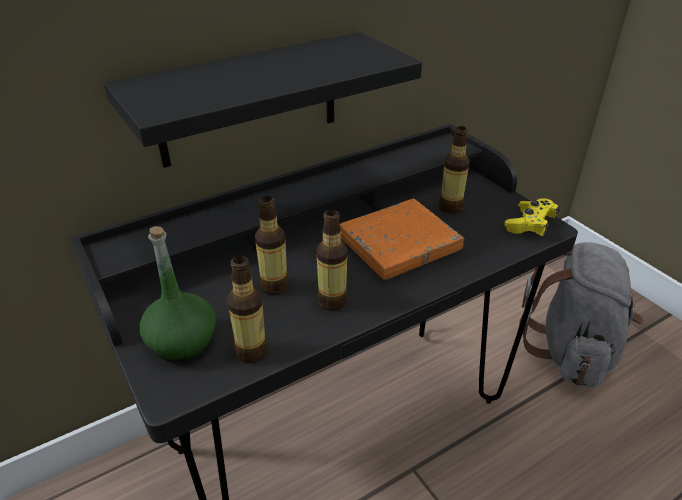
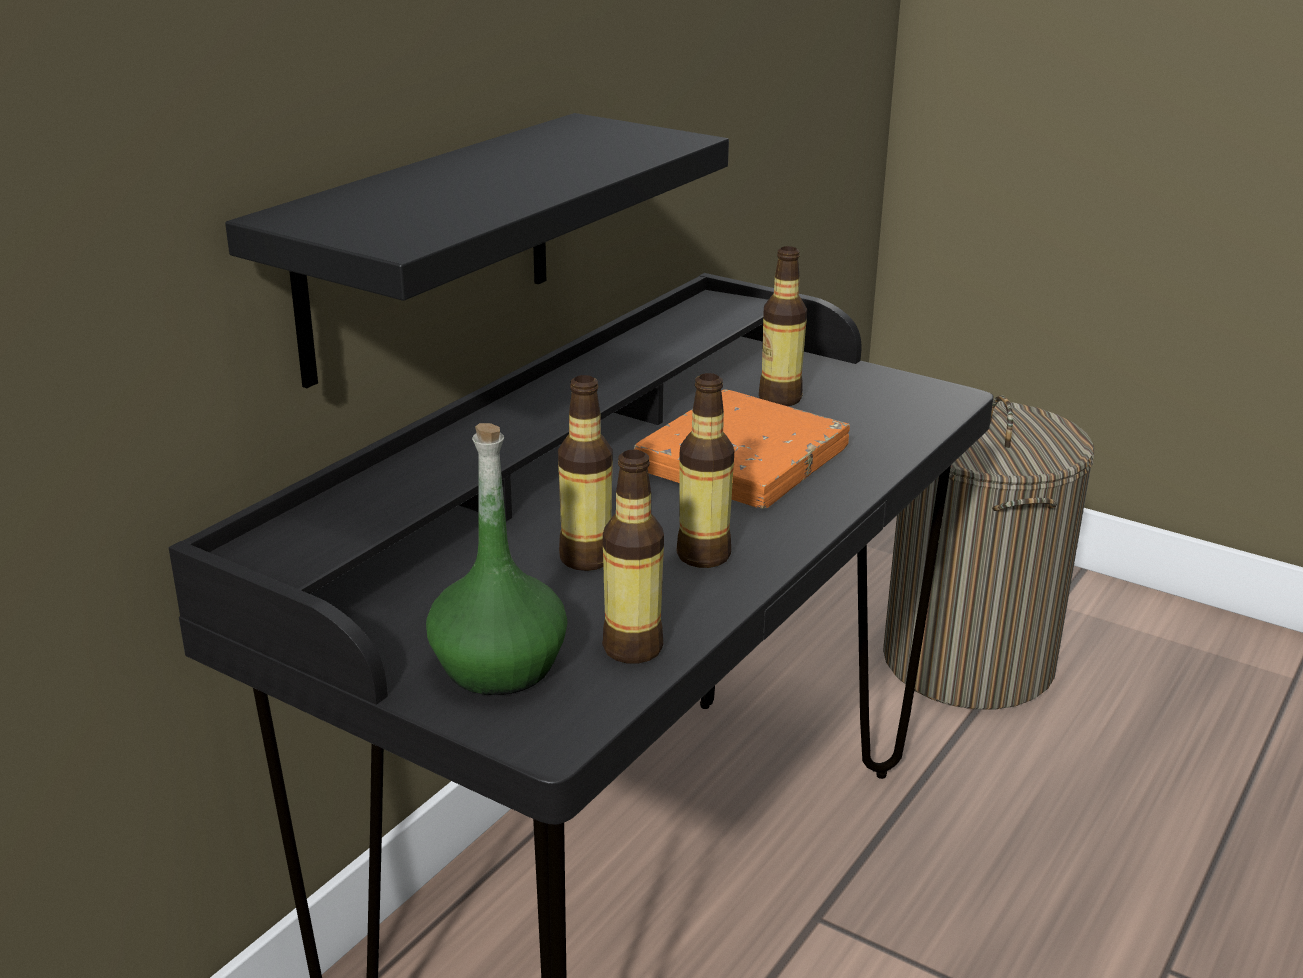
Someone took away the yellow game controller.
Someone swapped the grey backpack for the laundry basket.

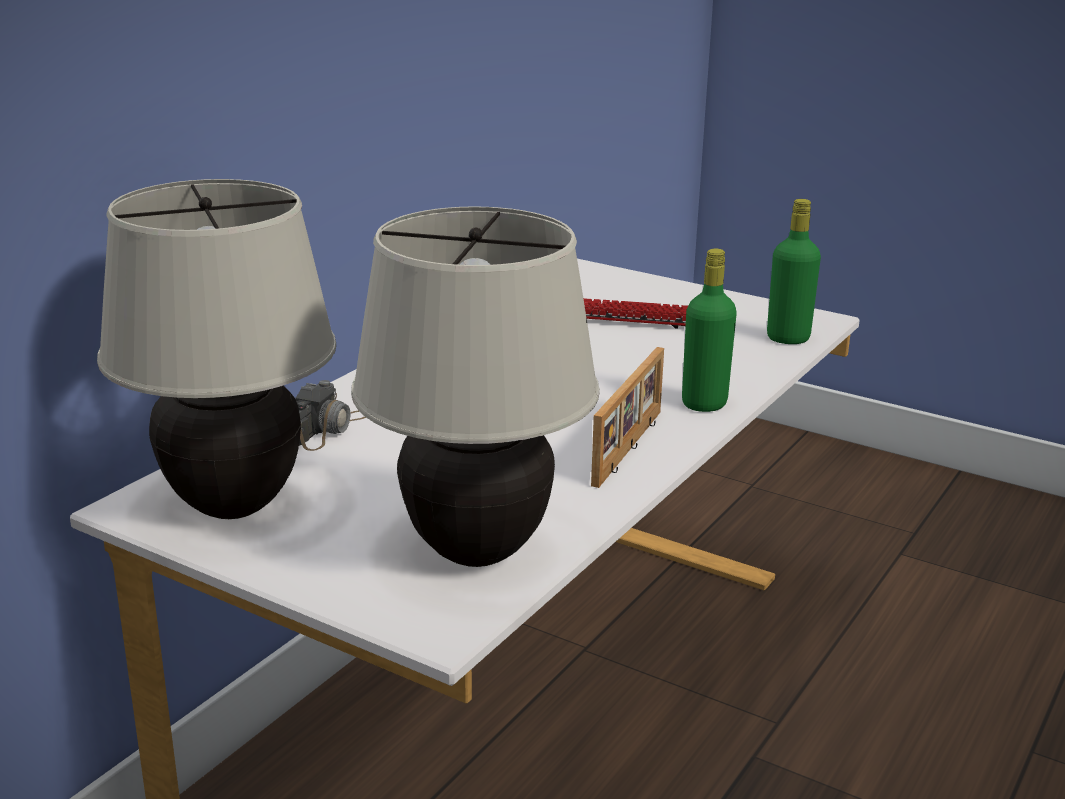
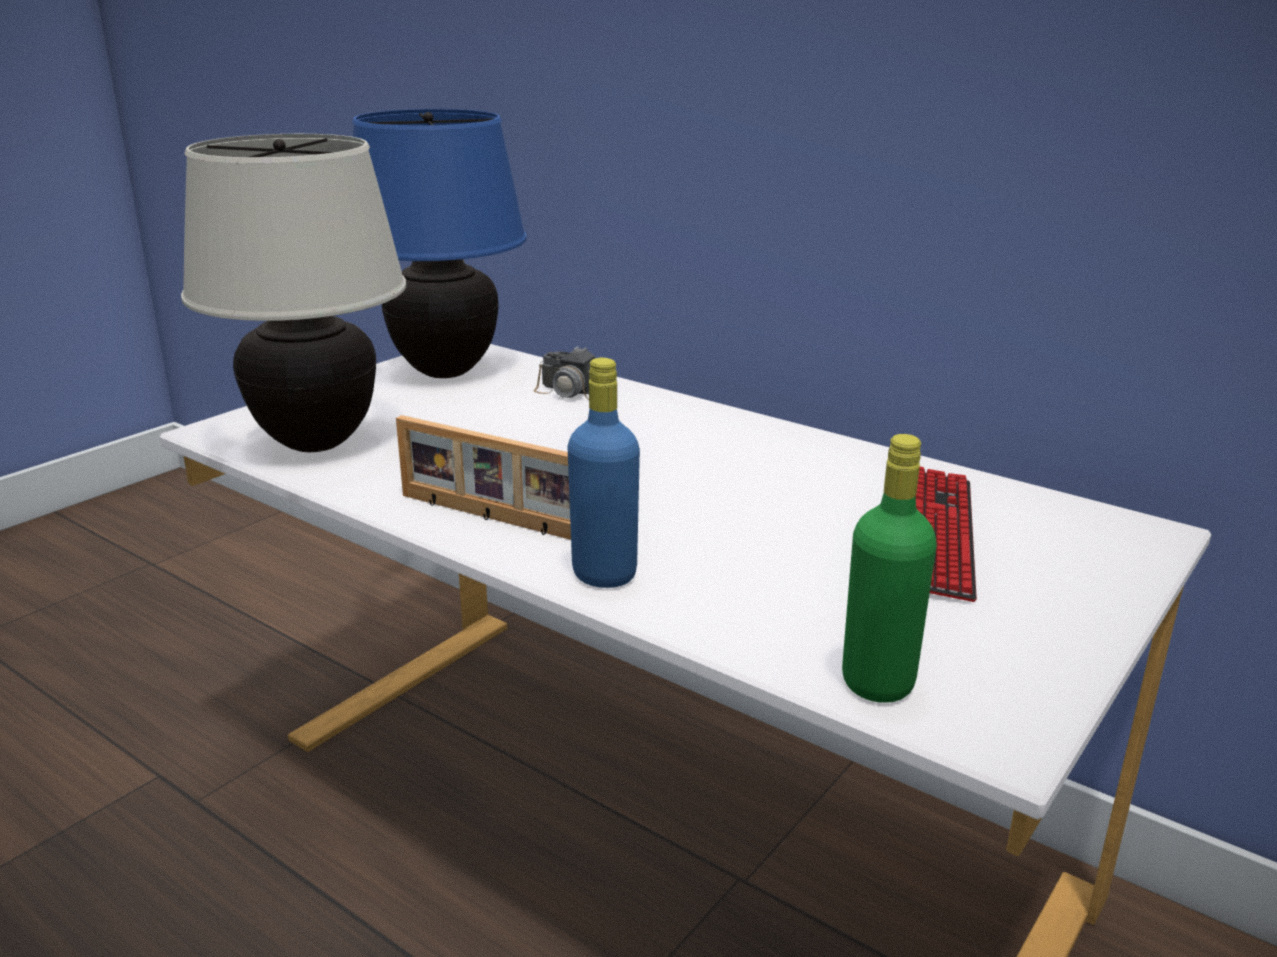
Someone repainted the beige table lamp (1st from left), which became the blue table lamp.
Someone repainted the green bottle (1st from left), which became the blue bottle.

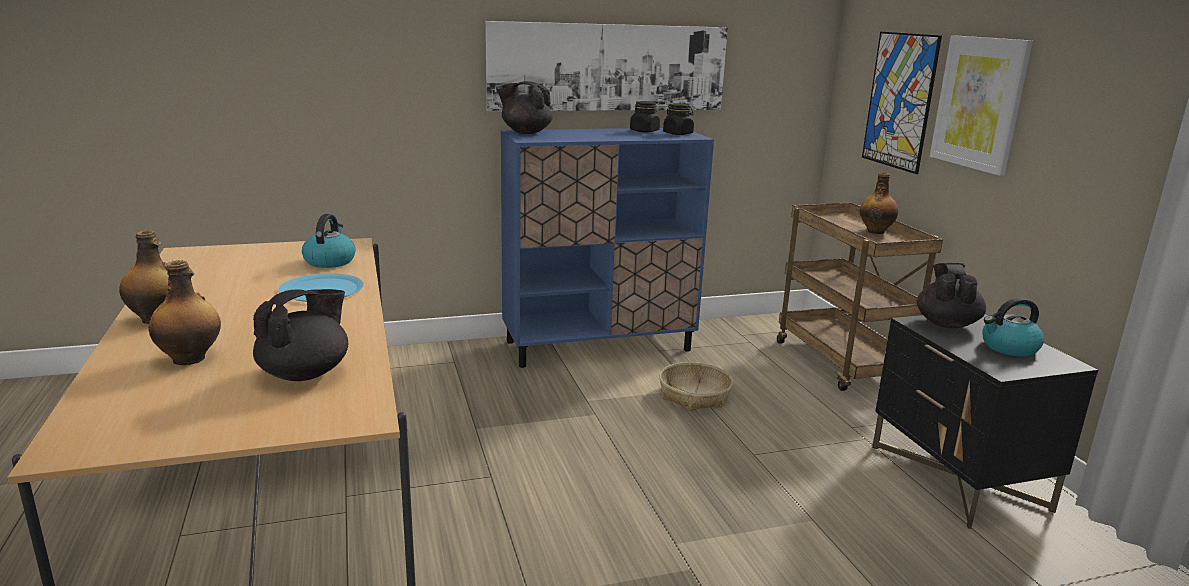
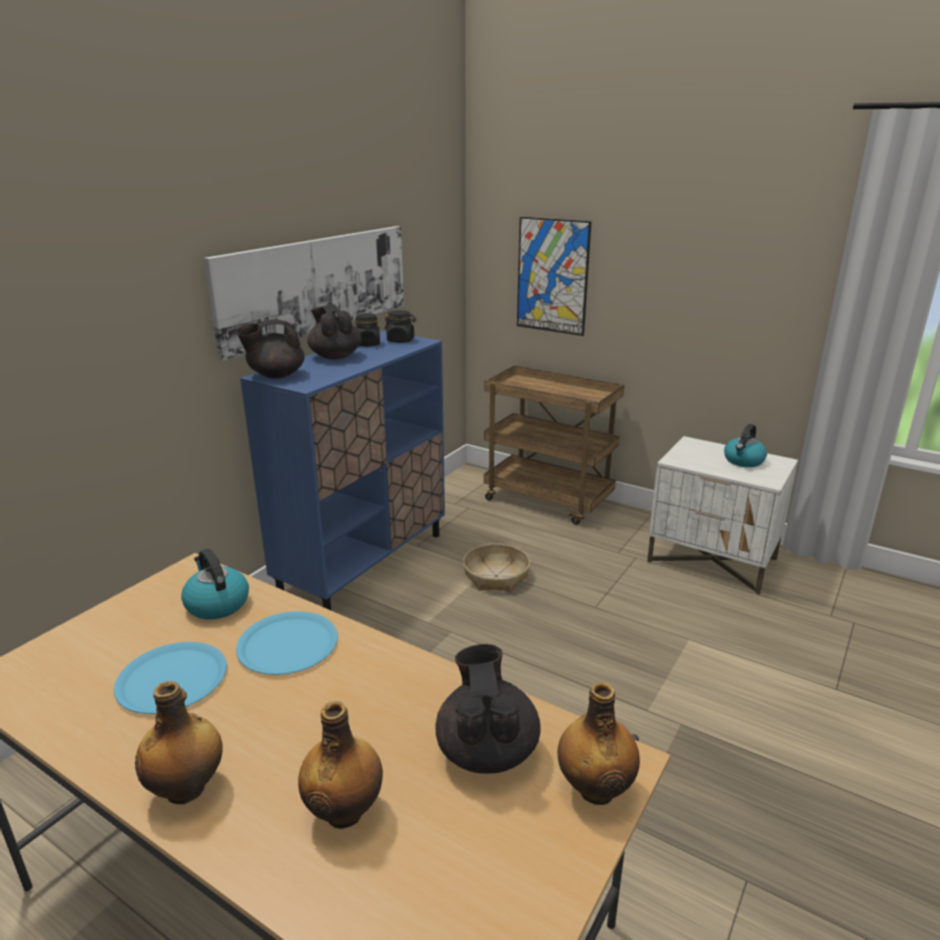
Someone took away the picture (3rd from left).
Someone carried the bottle (3rd from left).
Someone carried the black teapot (3rd from left in the first image).
Someone repainted the black nightstand, which became the white nightstand.
Someone put down the blue plate (1st from left).

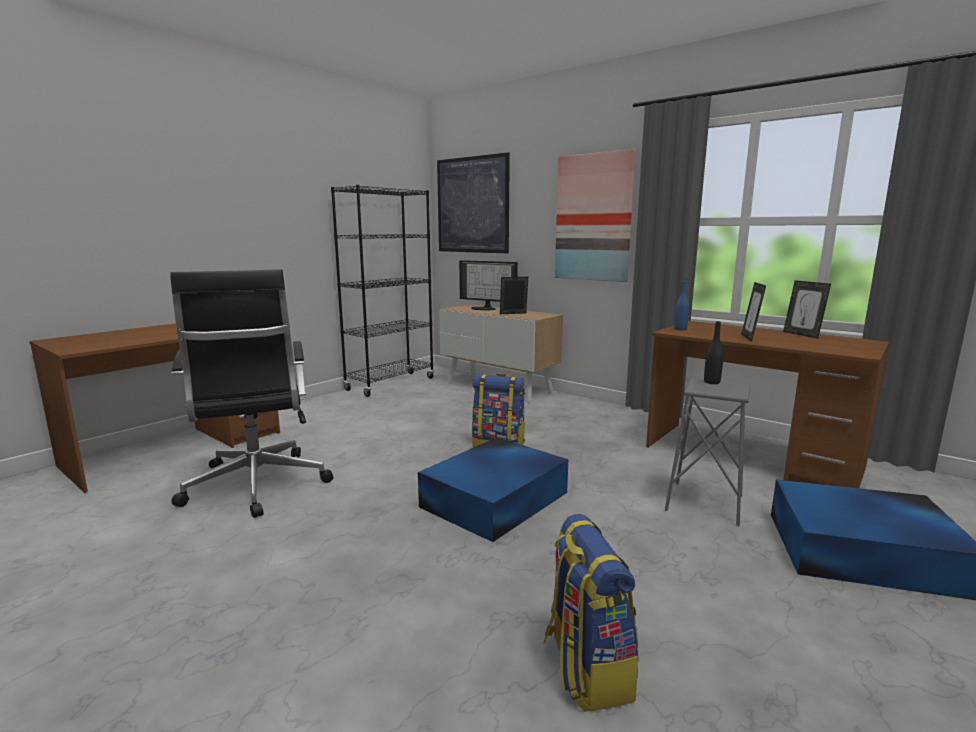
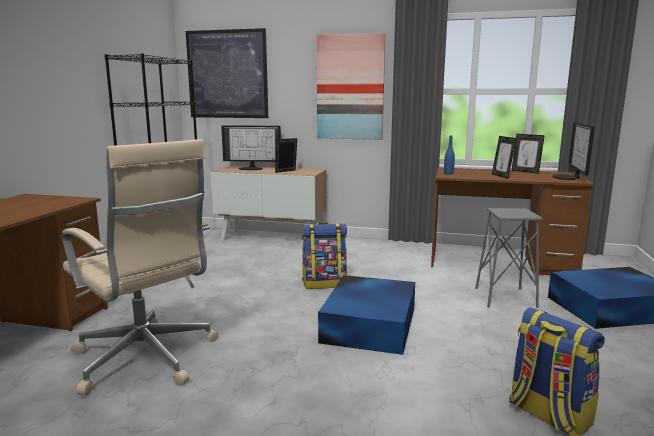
Someone repainted the black office chair, which became the beige office chair.
Someone took away the black bottle.
Someone put down the monitor (2nd from left).

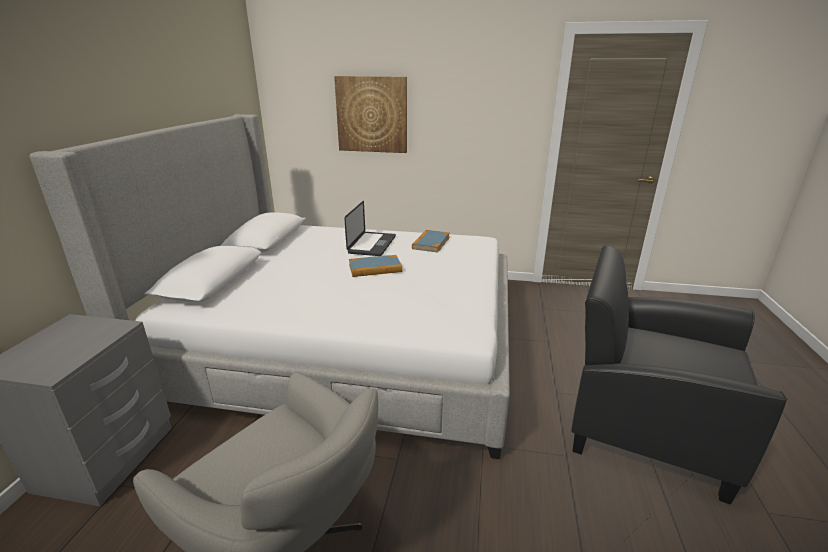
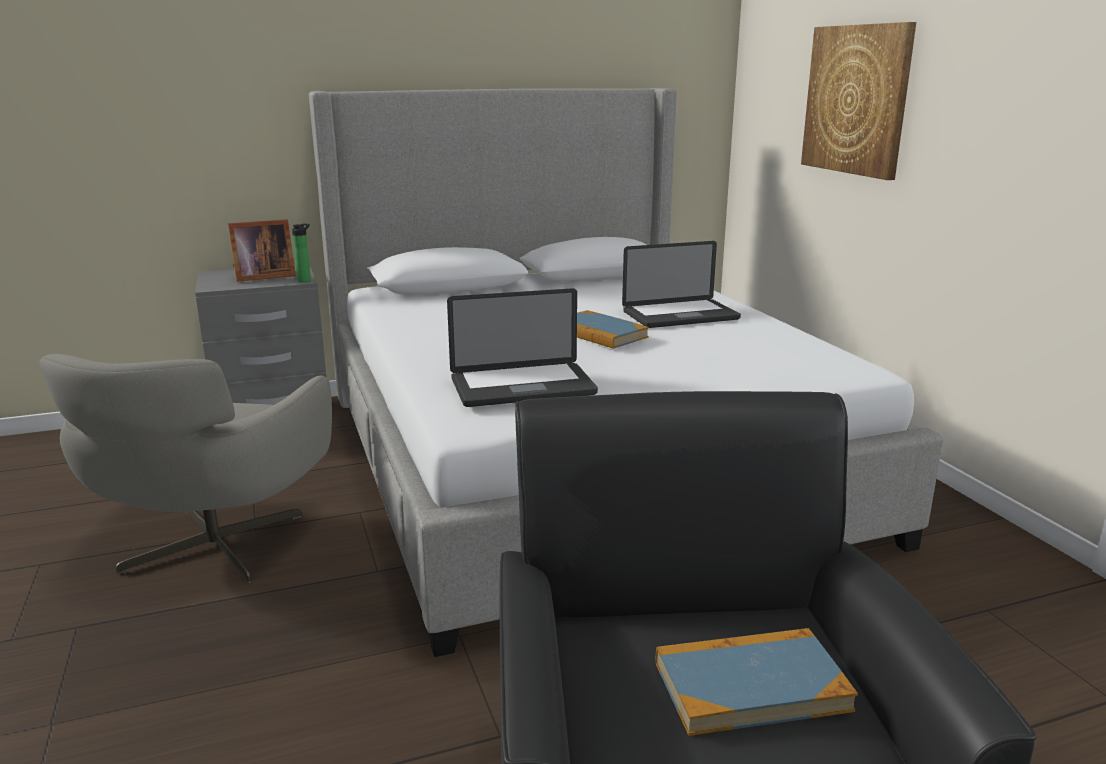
Someone carried the book (2nd from left).
Someone put down the picture frame.
Someone put down the bottle.
Someone put down the laptop (1st from left).

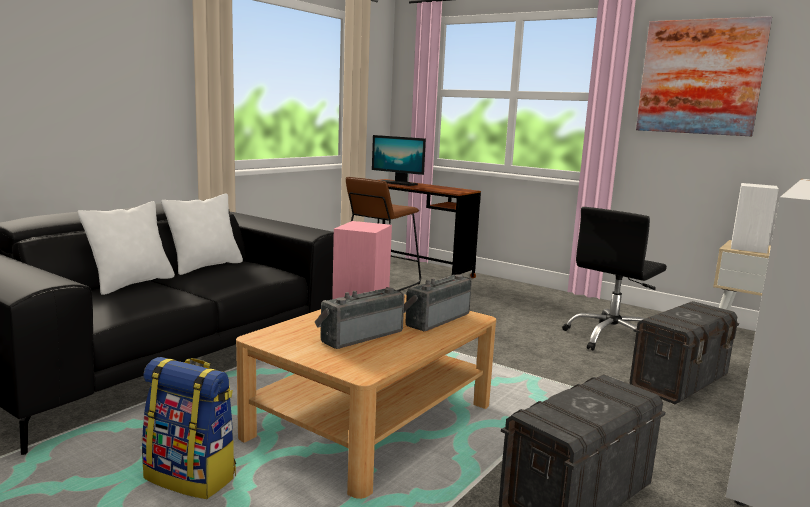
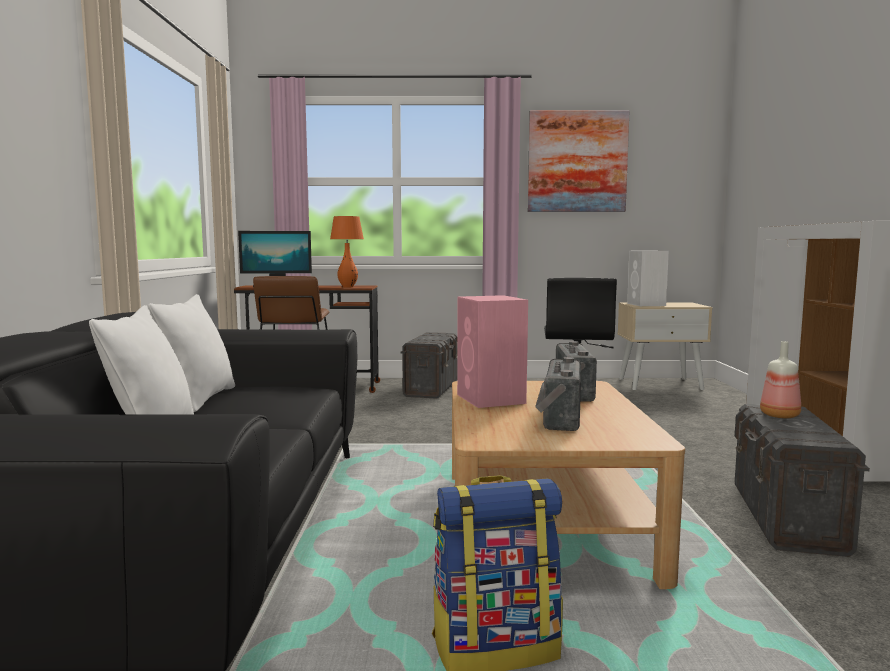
Someone carried the grey storage box (2nd from left in the first image).
Someone put down the orange table lamp.
Someone put down the bottle.

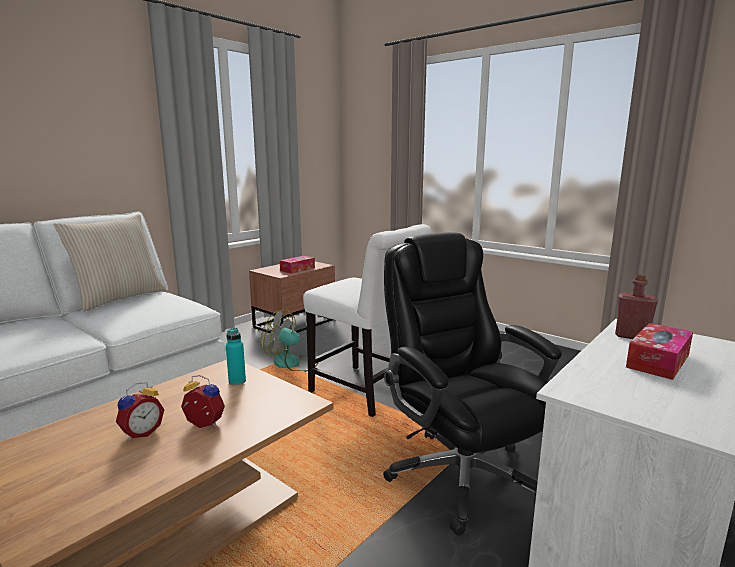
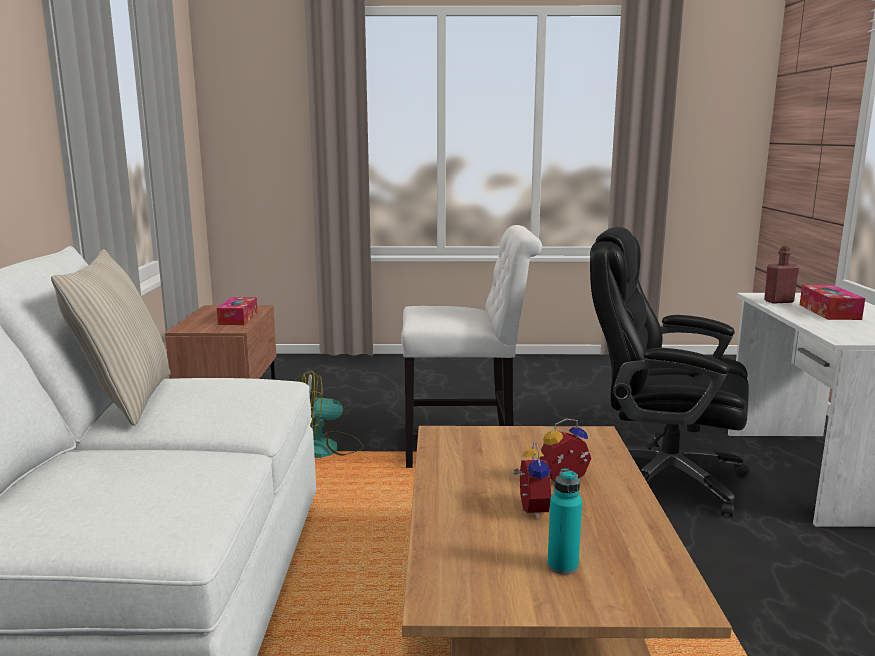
Someone carried the turquoise bottle.

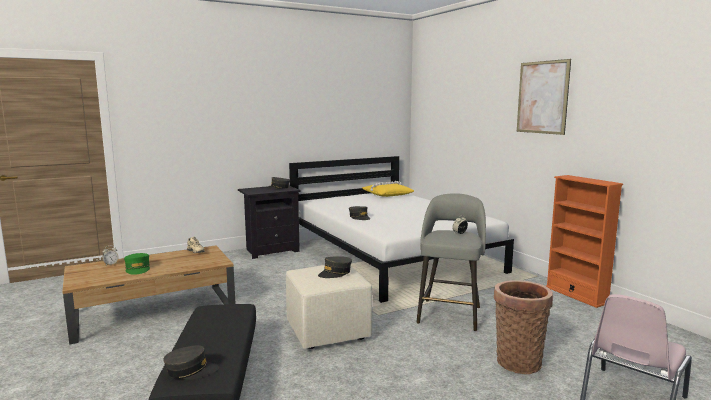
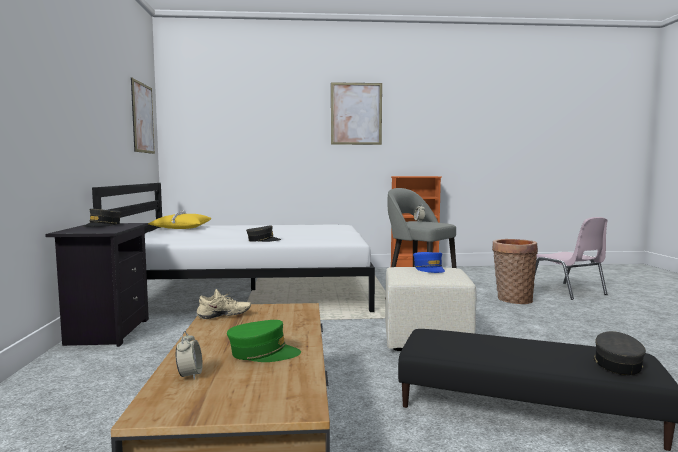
Someone repainted the grey cap (3rd from left), which became the blue cap.
Someone put up the picture (1st from left).

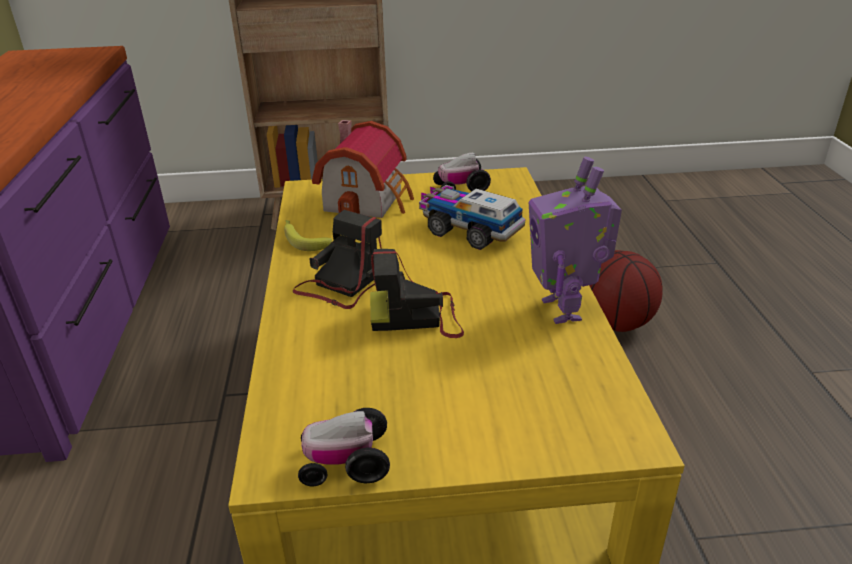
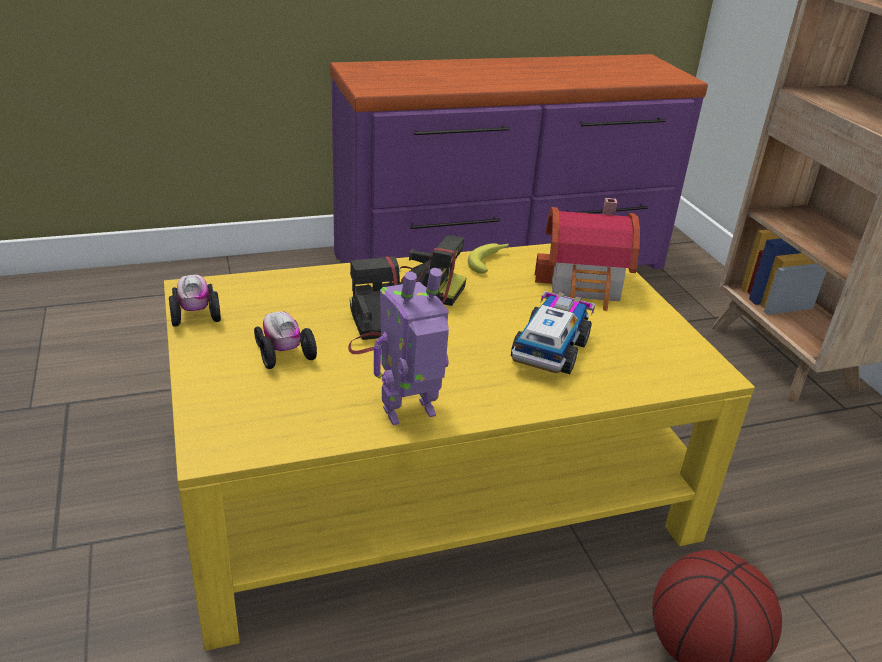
Someone carried the toy car (2nd from left).

